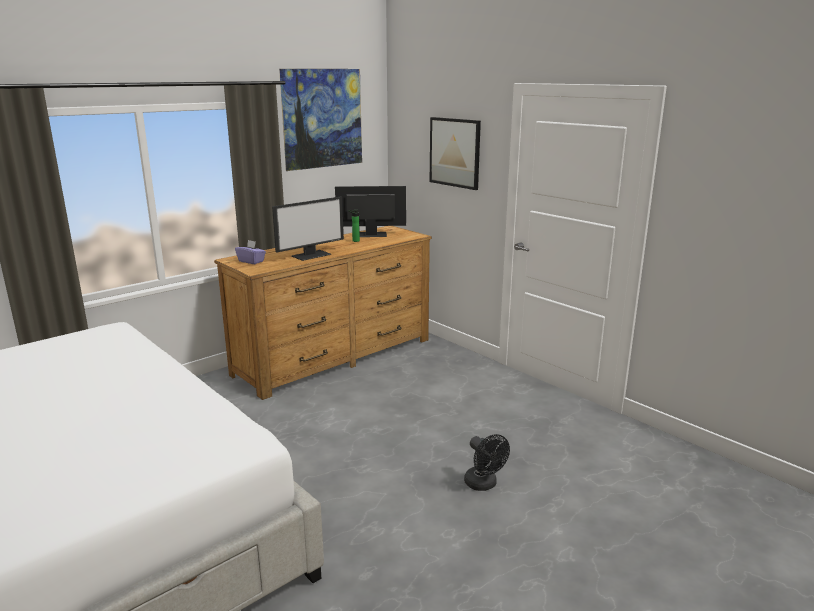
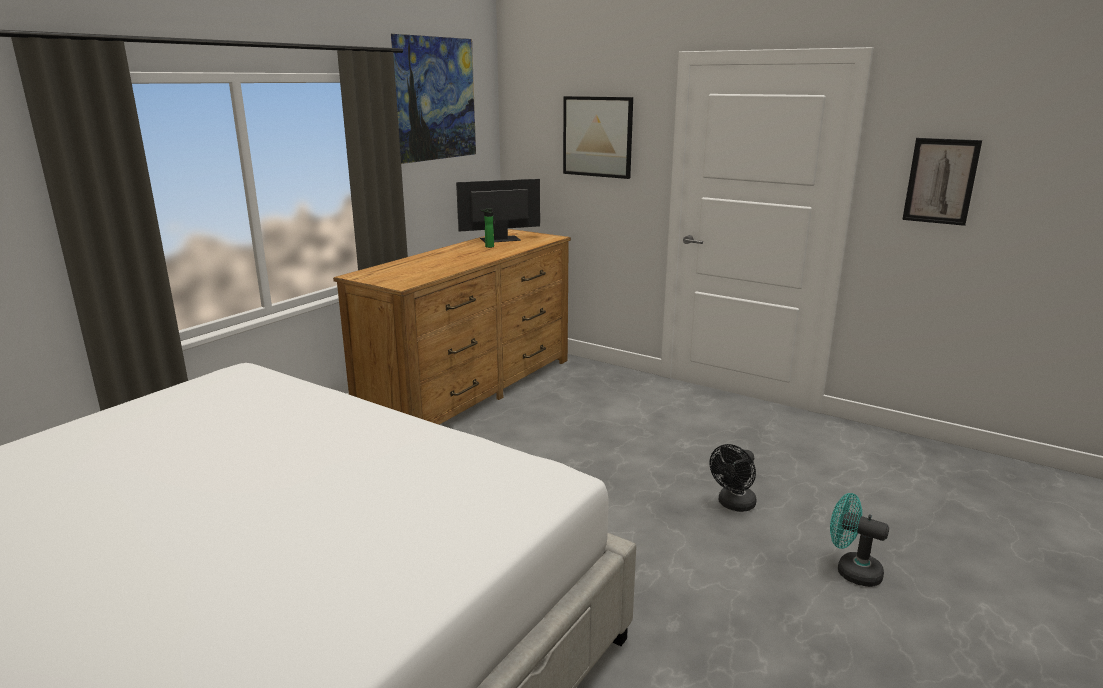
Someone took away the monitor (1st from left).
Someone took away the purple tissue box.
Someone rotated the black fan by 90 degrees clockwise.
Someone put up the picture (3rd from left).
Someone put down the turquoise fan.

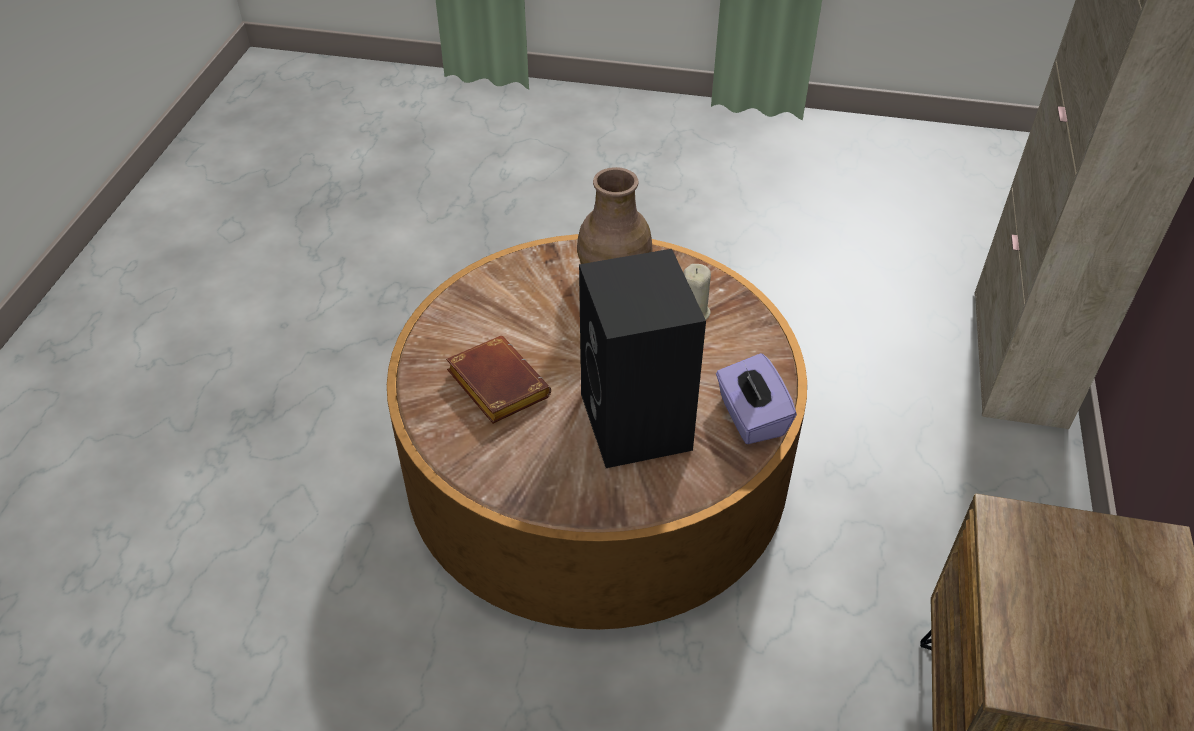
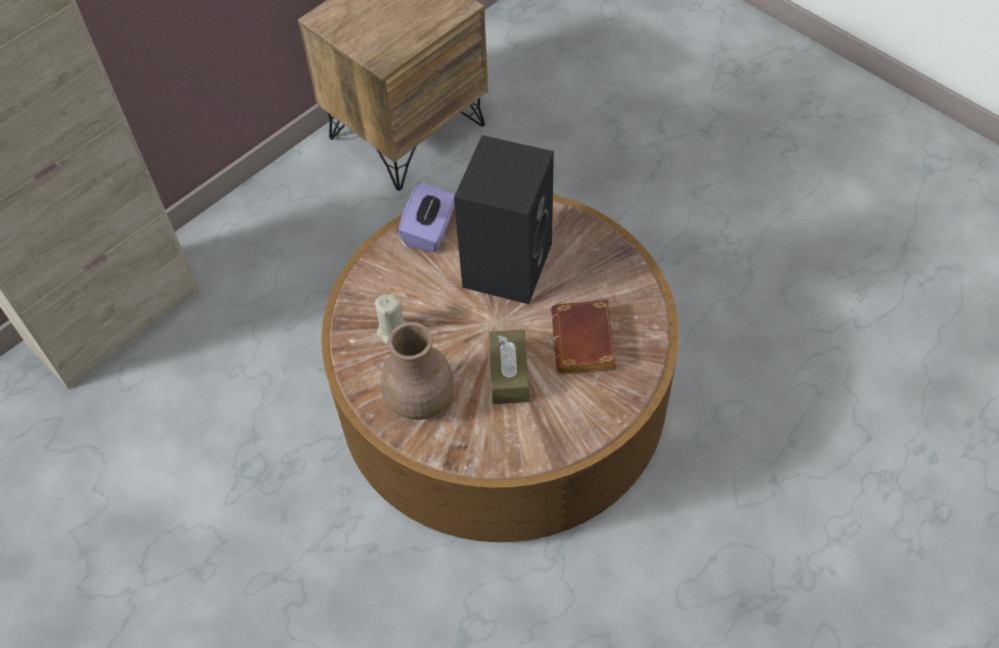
Someone put down the brown tissue box.

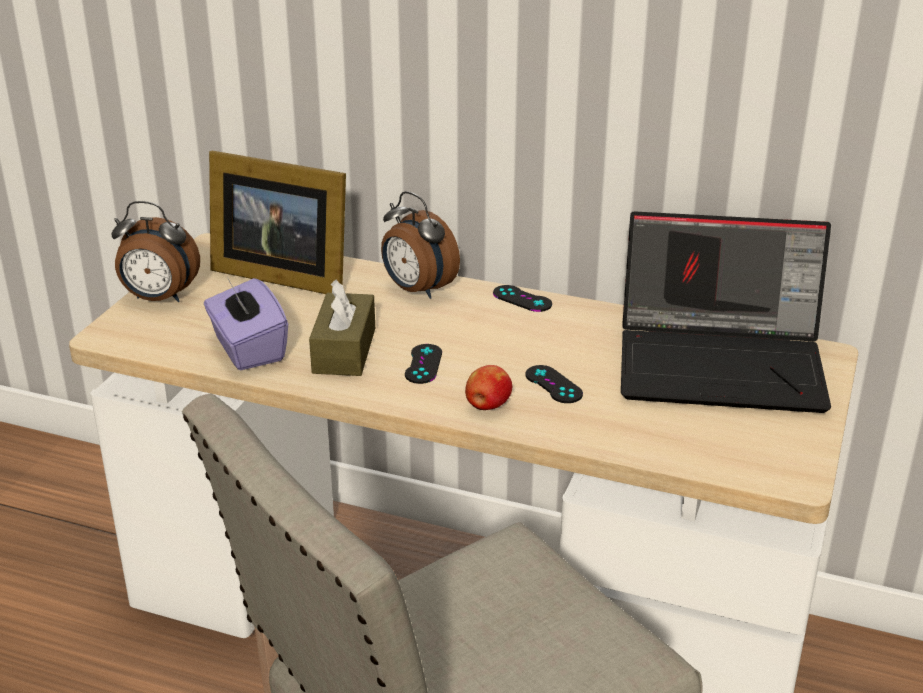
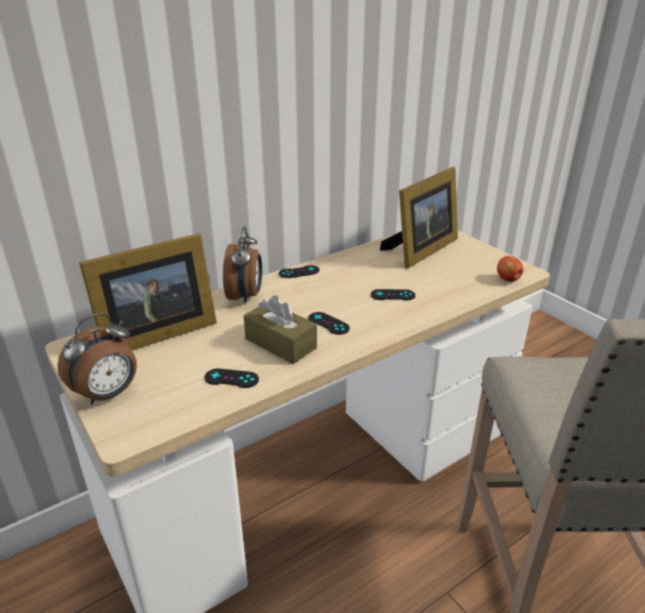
Someone rotated the alarm clock (2nd from left) by 75 degrees counterclockwise.
Someone swapped the laptop for the picture frame (2nd from left).
Someone swapped the purple tissue box for the black game controller (1st from left).
Someone carried the apple.

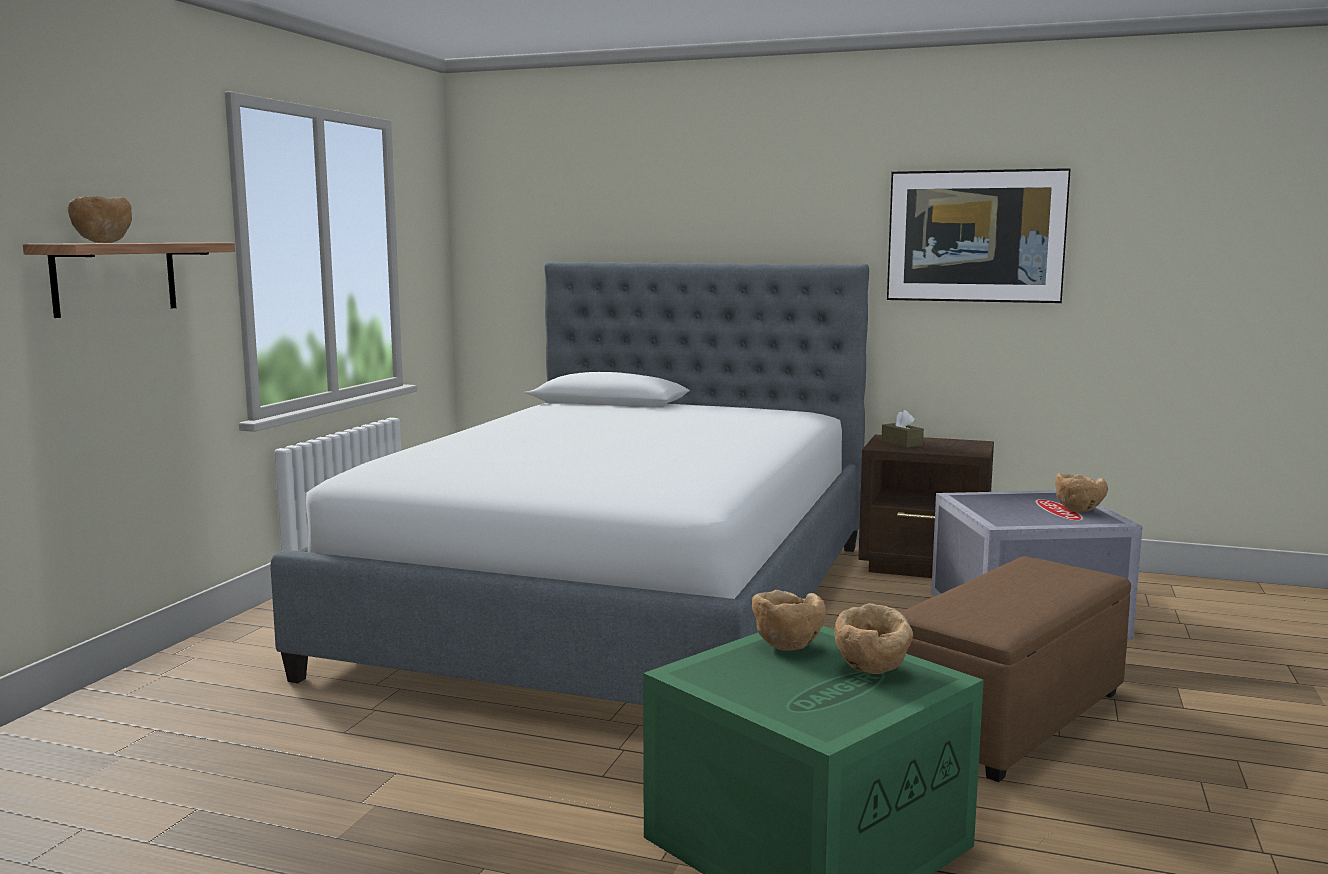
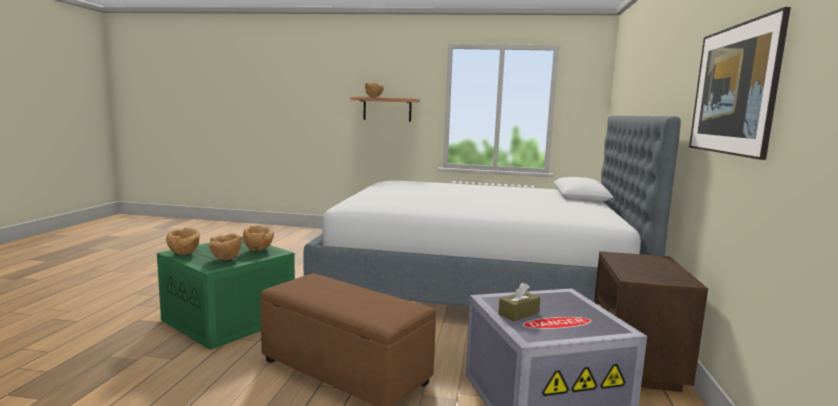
Someone carried the brown tissue box.
Someone carried the brown bowl (4th from left in the first image).

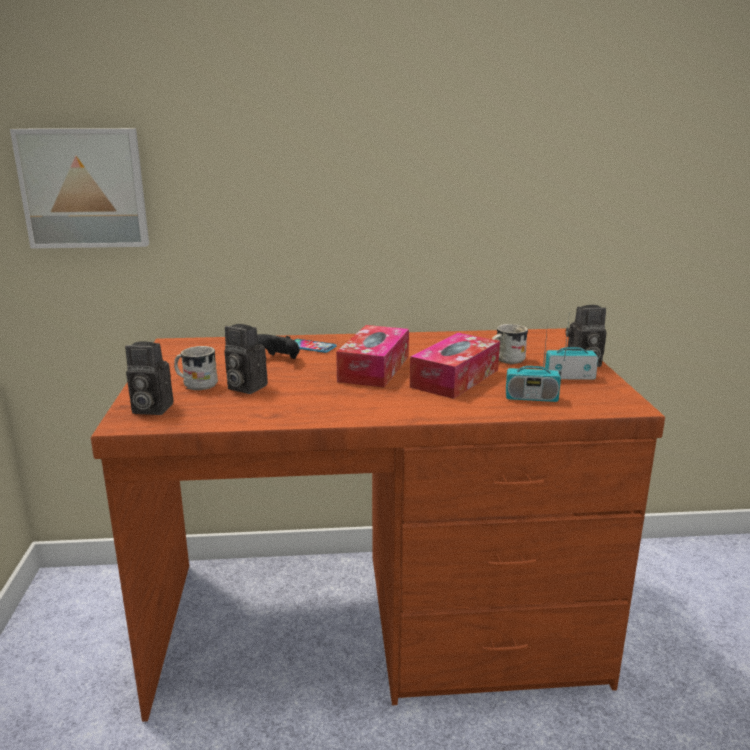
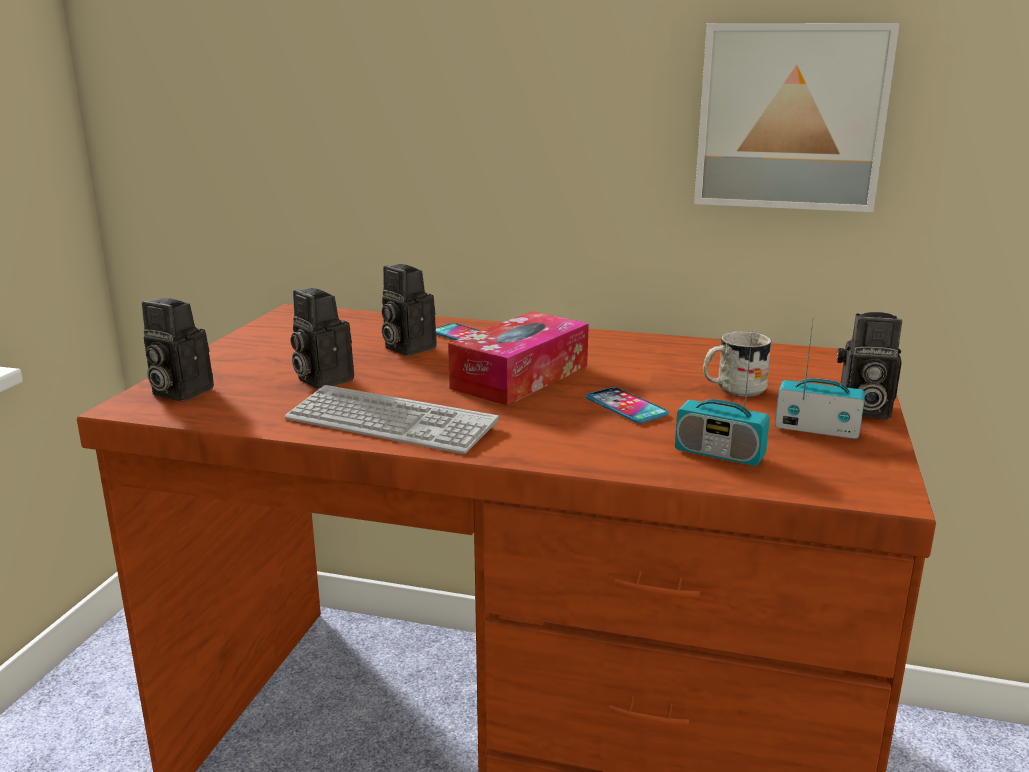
Someone carried the picture.
Someone swapped the tissue box (2nd from left) for the phone (2nd from left).
Someone swapped the black game controller for the photo camera (3rd from left).
Someone took away the white mug (1st from left).
Someone put down the keyboard.

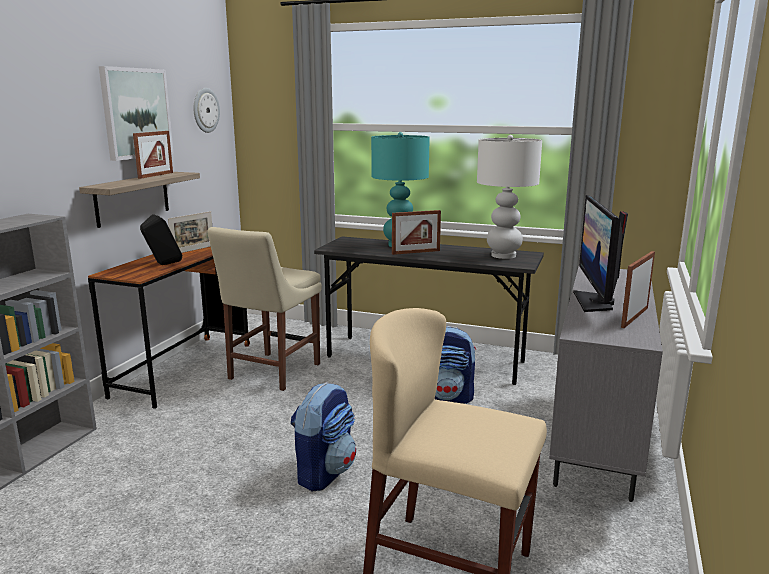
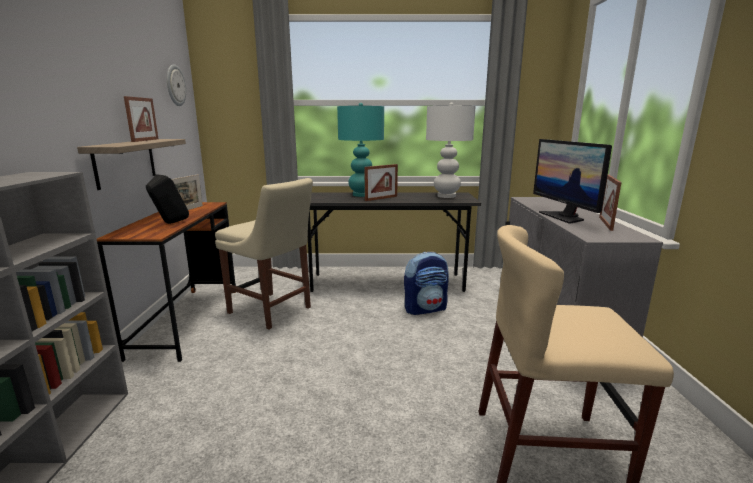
Someone took away the picture.
Someone rotated the beige chair (1st from left) by 60 degrees counterclockwise.
Someone took away the backpack (1st from left).

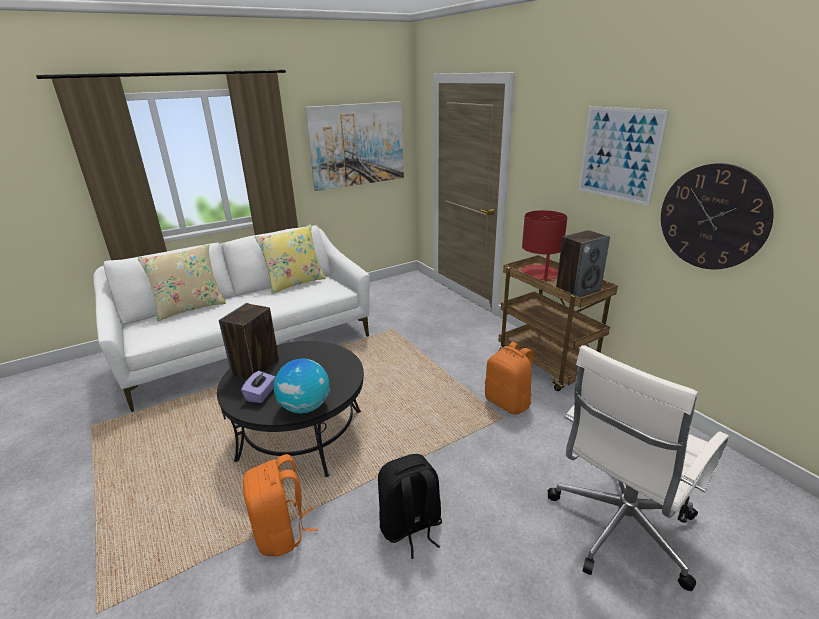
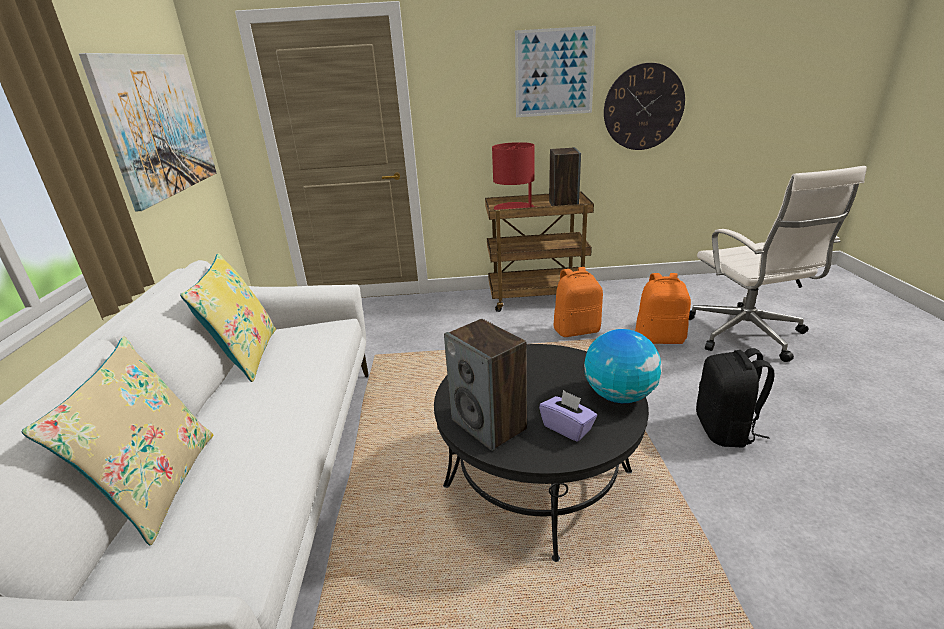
Someone carried the orange backpack (1st from left in the first image).

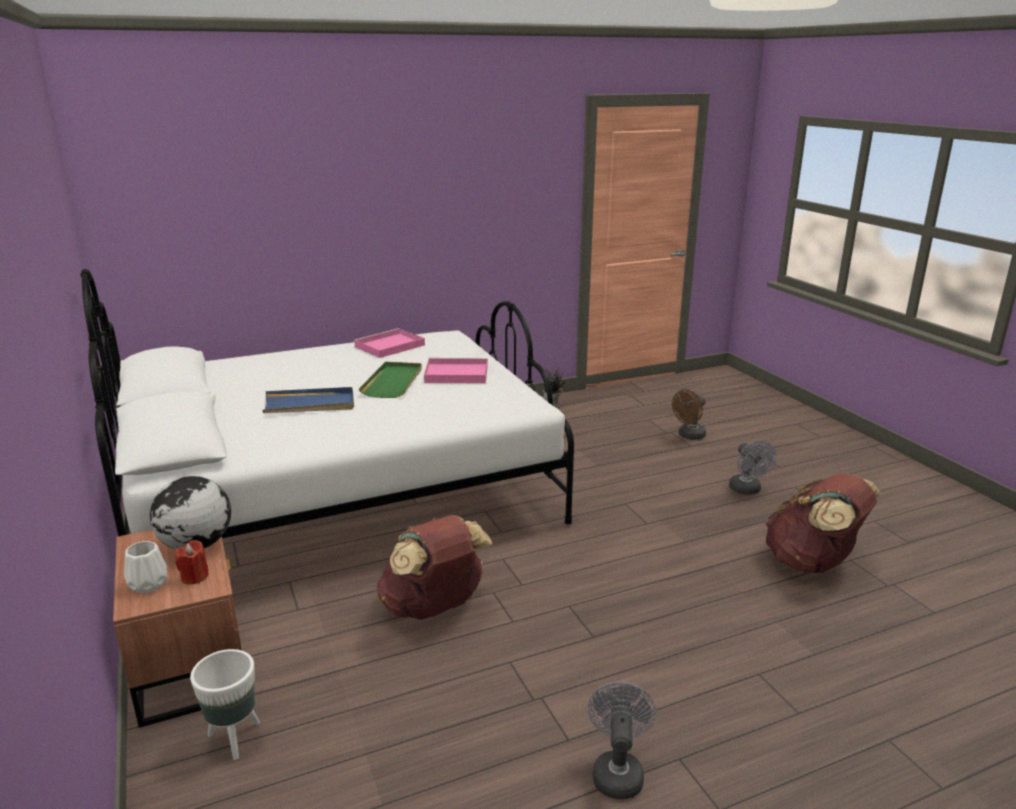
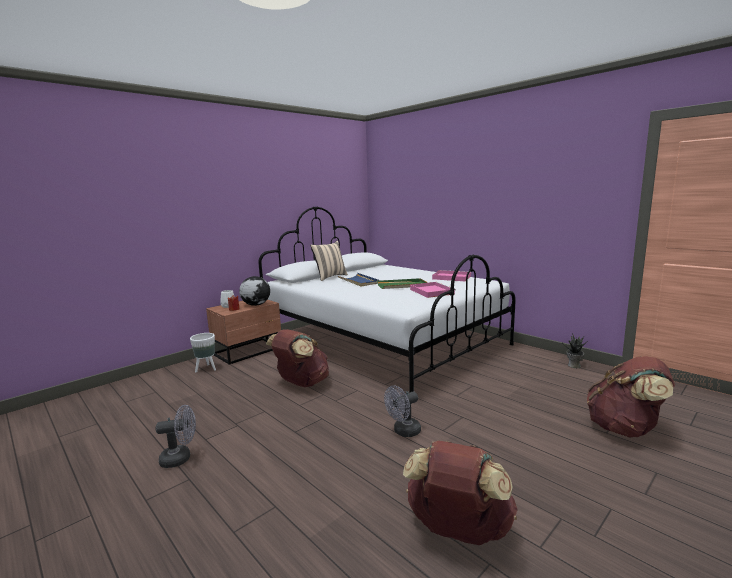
Someone swapped the brown fan for the brown backpack (3rd from left).
Someone carried the grey fan (2nd from left).
Someone put down the beige pillow.

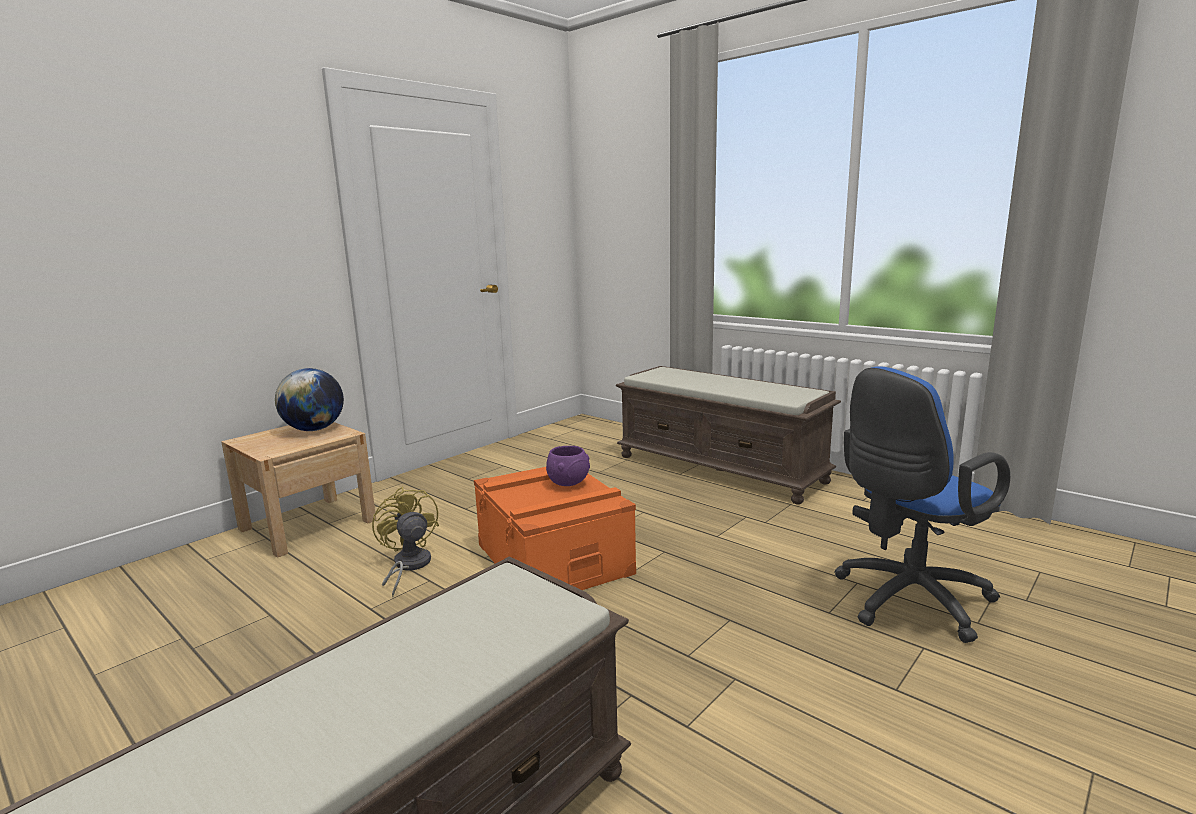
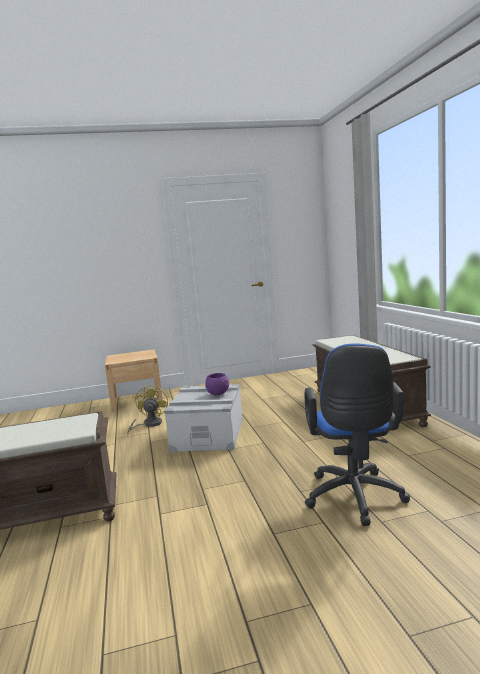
Someone rotated the blue office chair by 90 degrees counterclockwise.
Someone took away the globe.
Someone repainted the orange storage box, which became the grey storage box.

